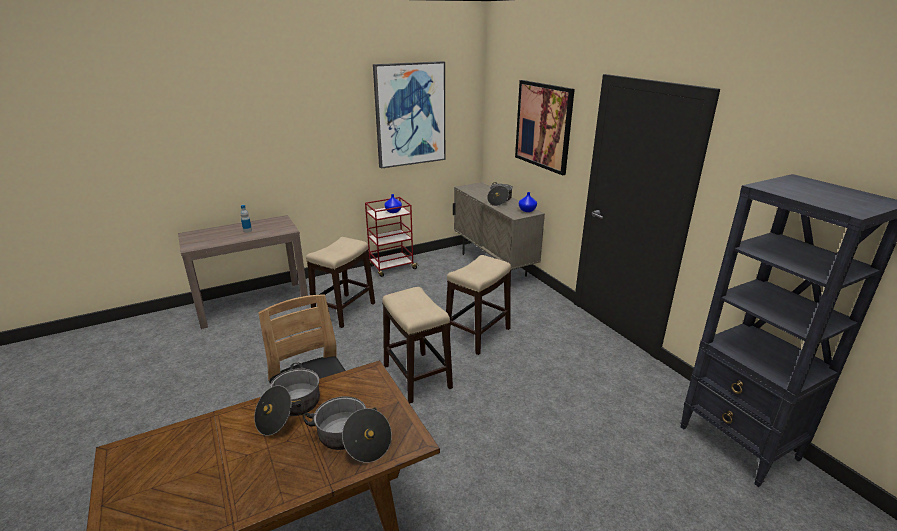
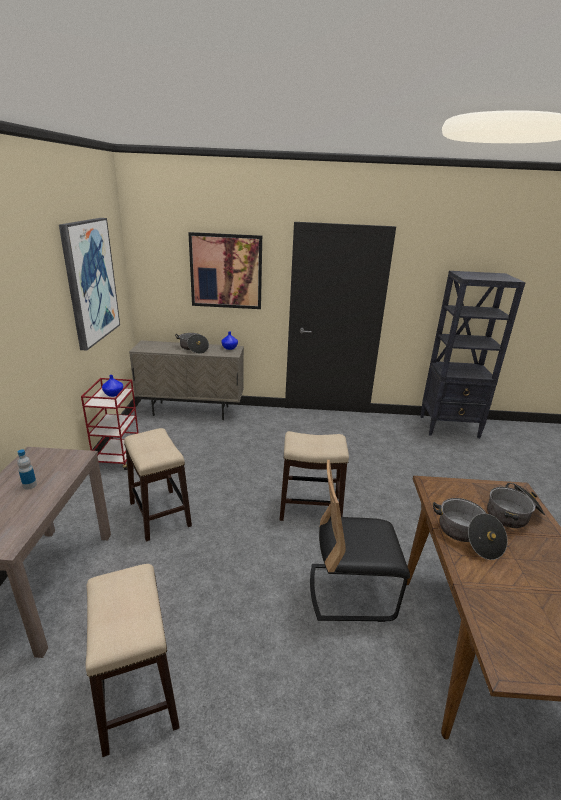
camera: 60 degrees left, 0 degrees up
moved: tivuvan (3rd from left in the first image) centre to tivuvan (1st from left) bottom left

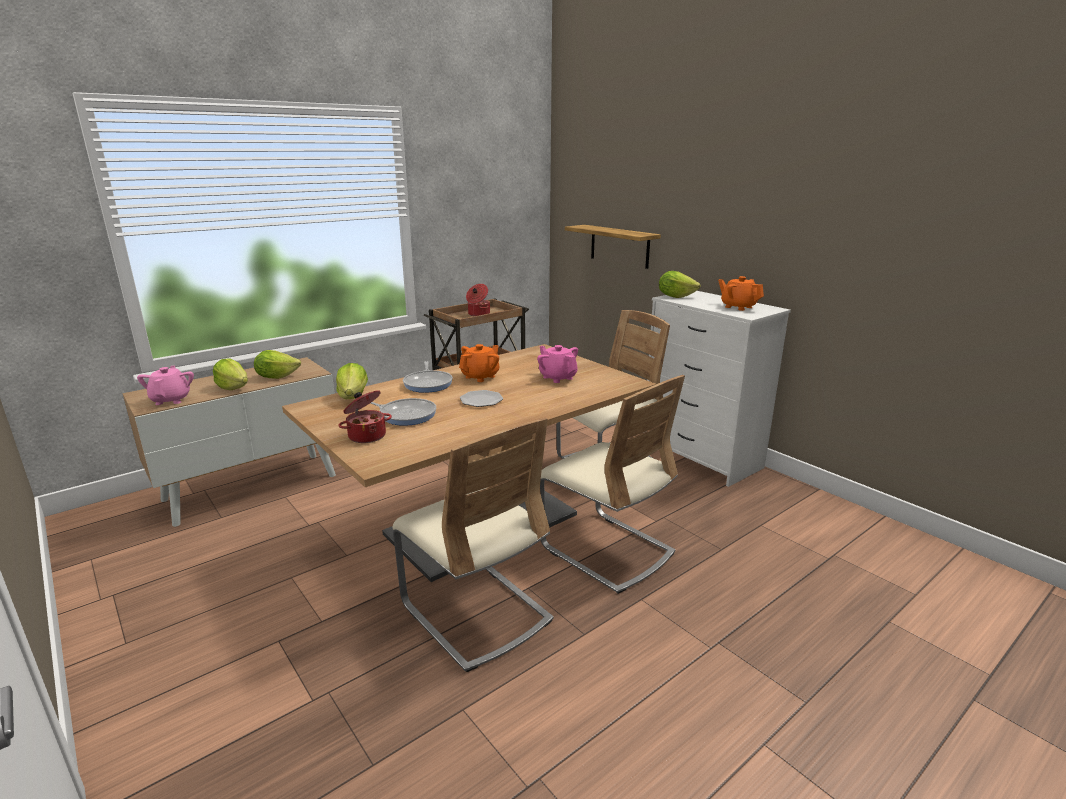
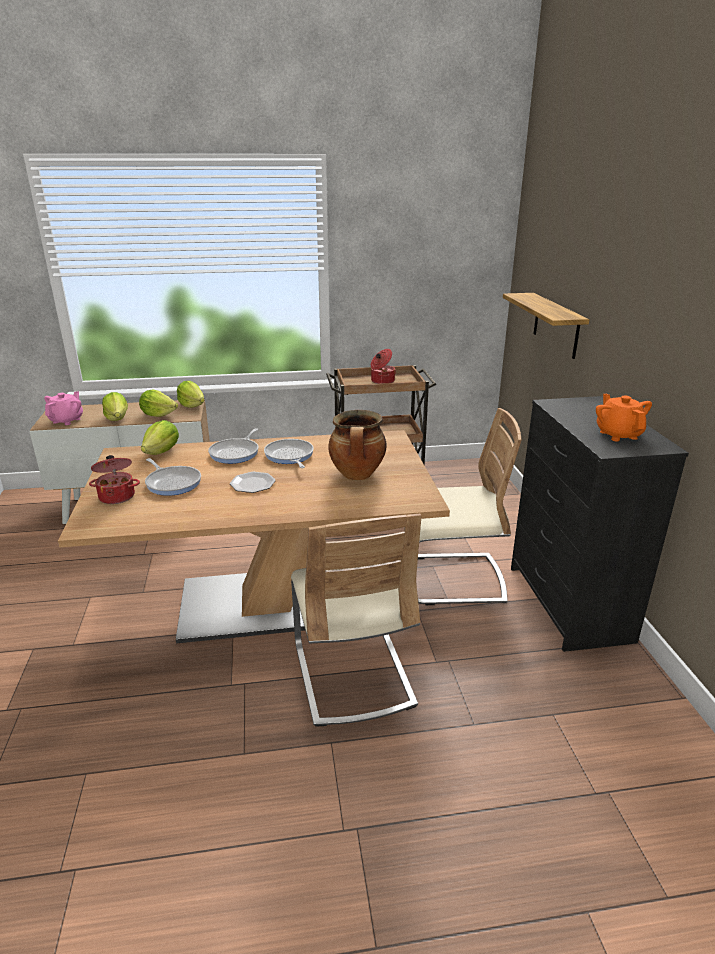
camera: 30 degrees right, 5 degrees up
removed: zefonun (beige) (1st from left) bottom centre
moved: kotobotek (4th from left) centre to middle left
replaced: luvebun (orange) (1st from left) centre to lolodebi (3rd from left) centre; luvebun (pink) (2nd from left) centre to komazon (2nd from left) centre
recoloured: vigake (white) middle right to vigake (black) middle right

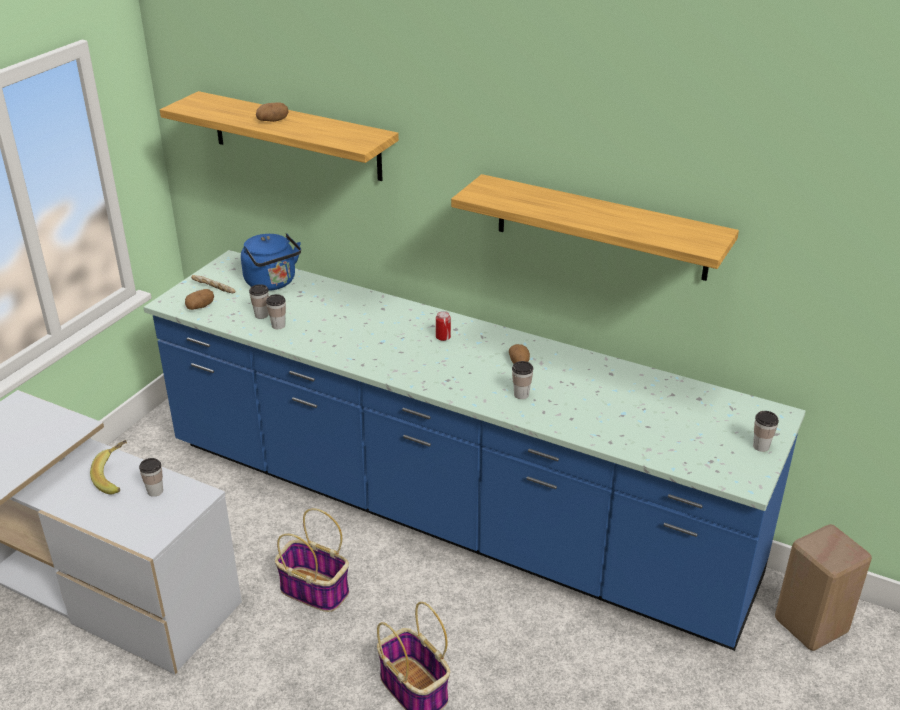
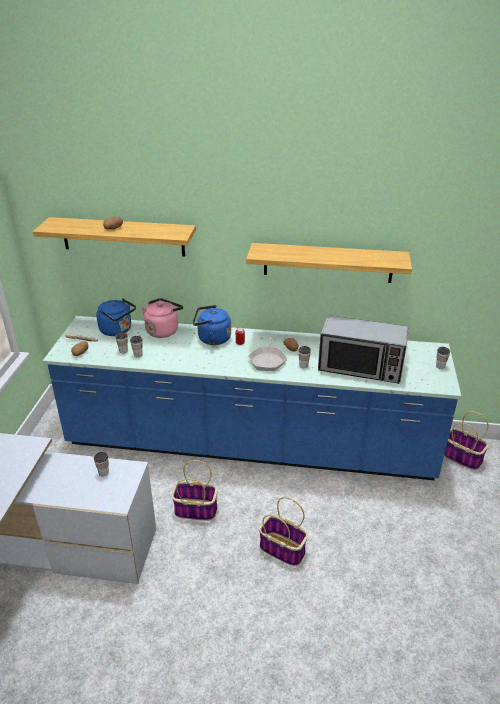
camera: 20 degrees left, 0 degrees up
removed: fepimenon middle left
added: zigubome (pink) middle left; zigubome (blue) (2nd from left) centre; lolodebi centre; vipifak middle right
replaced: tivuvan (beige) bottom right to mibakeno (3rd from left) middle right

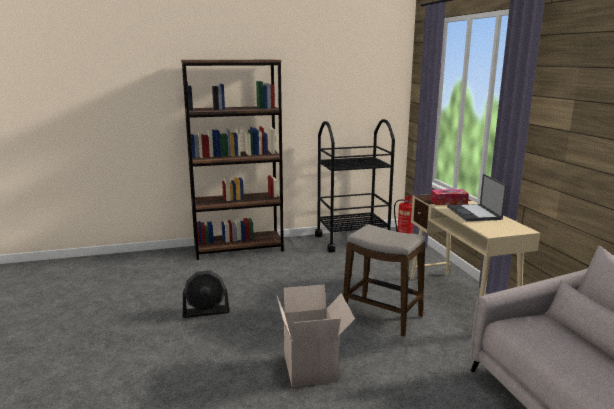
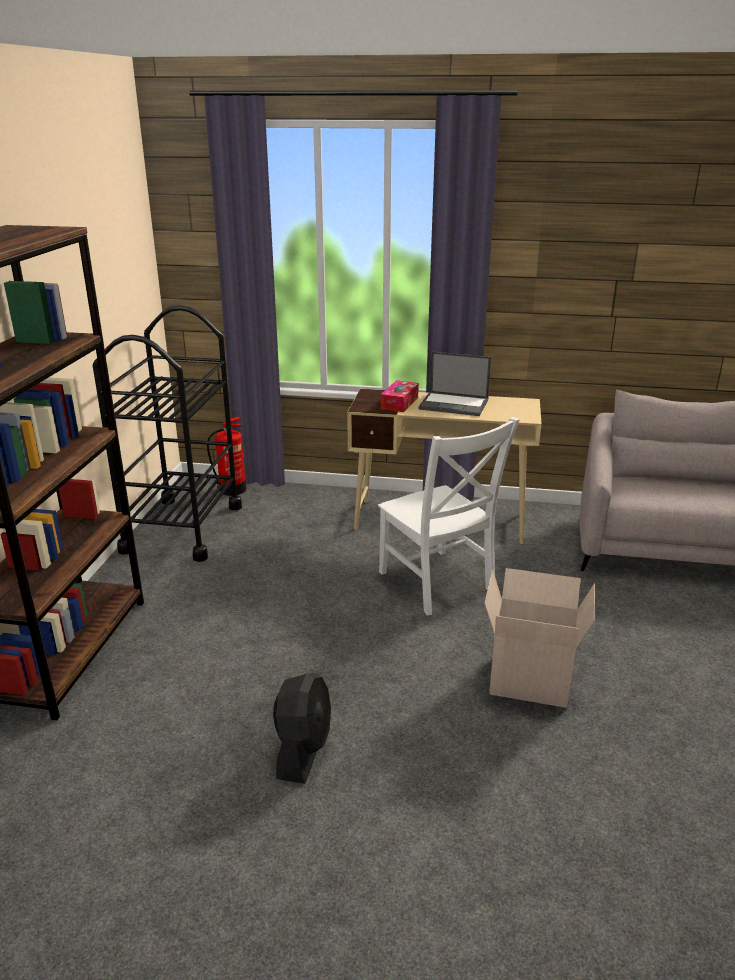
camera: 65 degrees left, 10 degrees up
replaced: tivuvan bottom centre to zefonun (white) centre

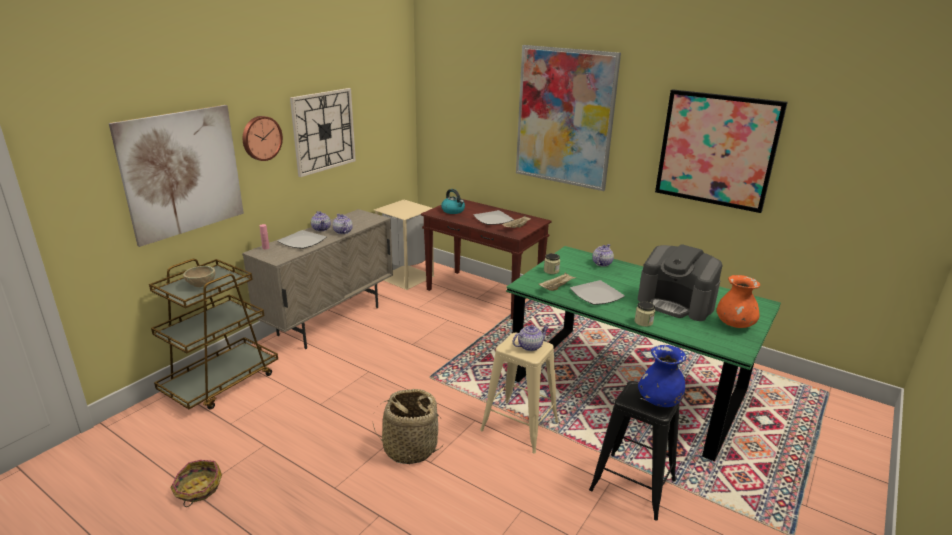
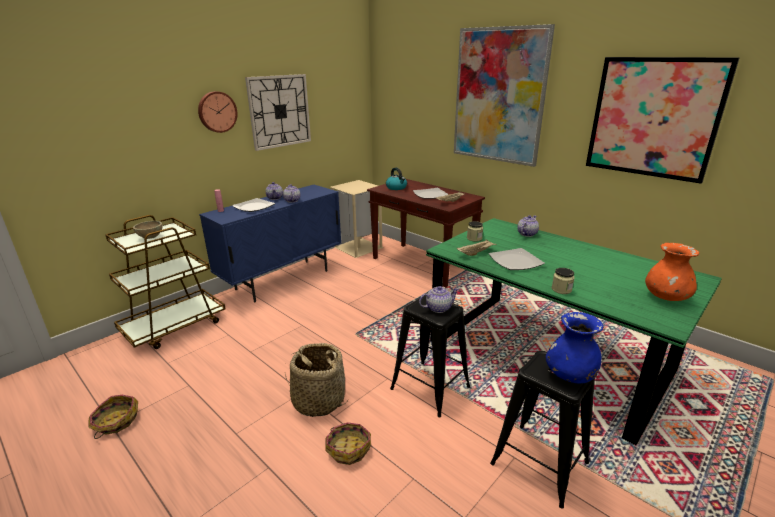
camera: 10 degrees right, 0 degrees up
removed: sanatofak (1st from left) top left; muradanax middle right
added: mibakeno (3rd from left) bottom centre
recoloured: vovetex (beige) middle left to vovetex (blue) centre; tivuvan (beige) bottom centre to tivuvan (black) (1st from left) bottom centre

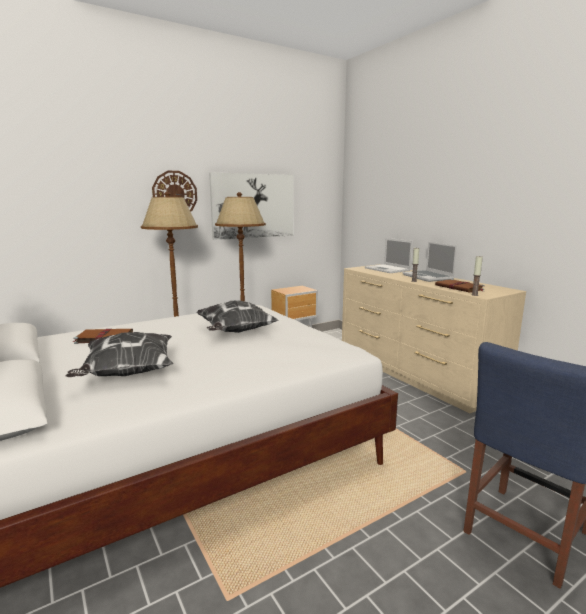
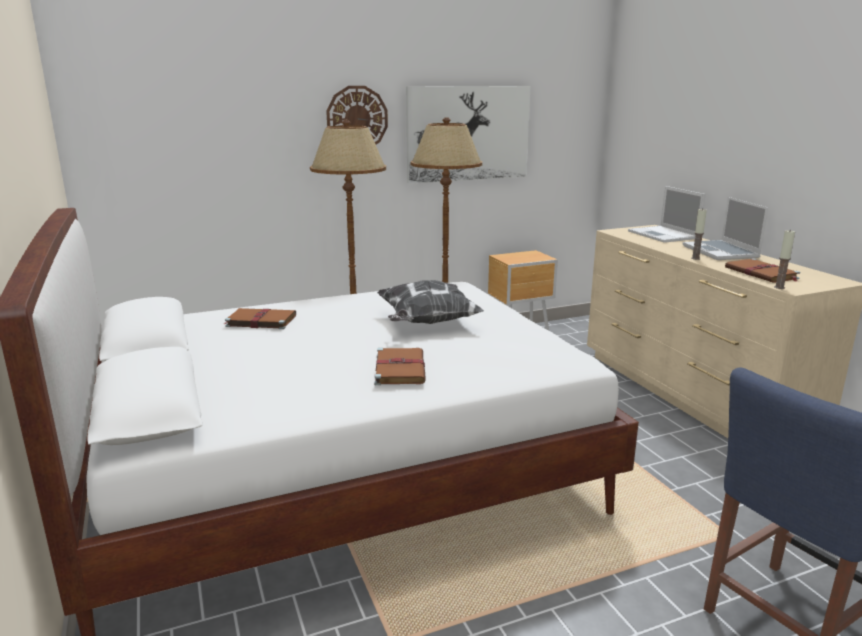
camera: 10 degrees right, 5 degrees up
removed: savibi (1st from left) middle left
added: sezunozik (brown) (2nd from left) centre

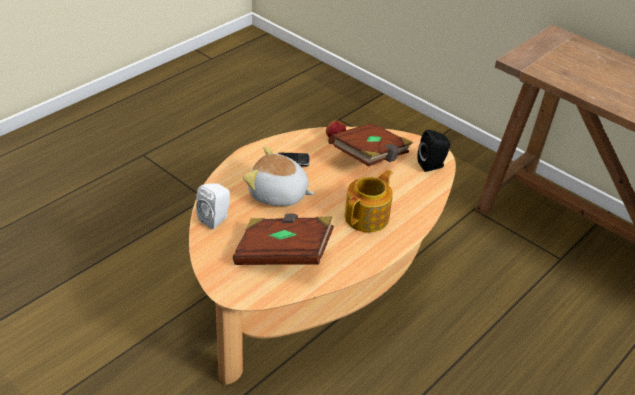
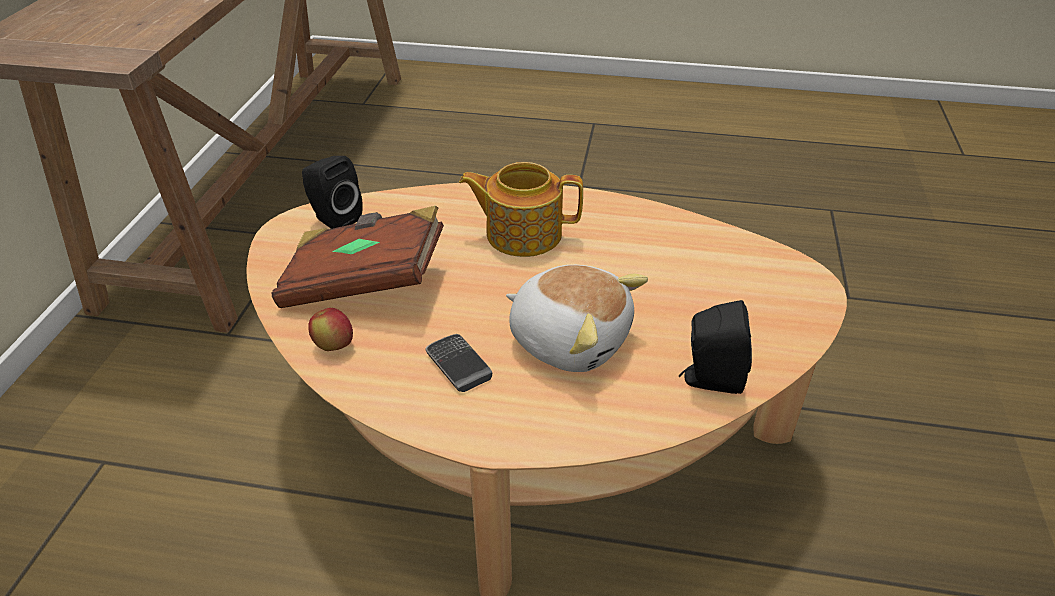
camera: 120 degrees left, 0 degrees up
removed: sezunozik (brown) (1st from left) centre
recoloured: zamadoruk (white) centre to zamadoruk (black) (2nd from left) middle right
turned: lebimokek centre = centre 45 degrees counterclockwise

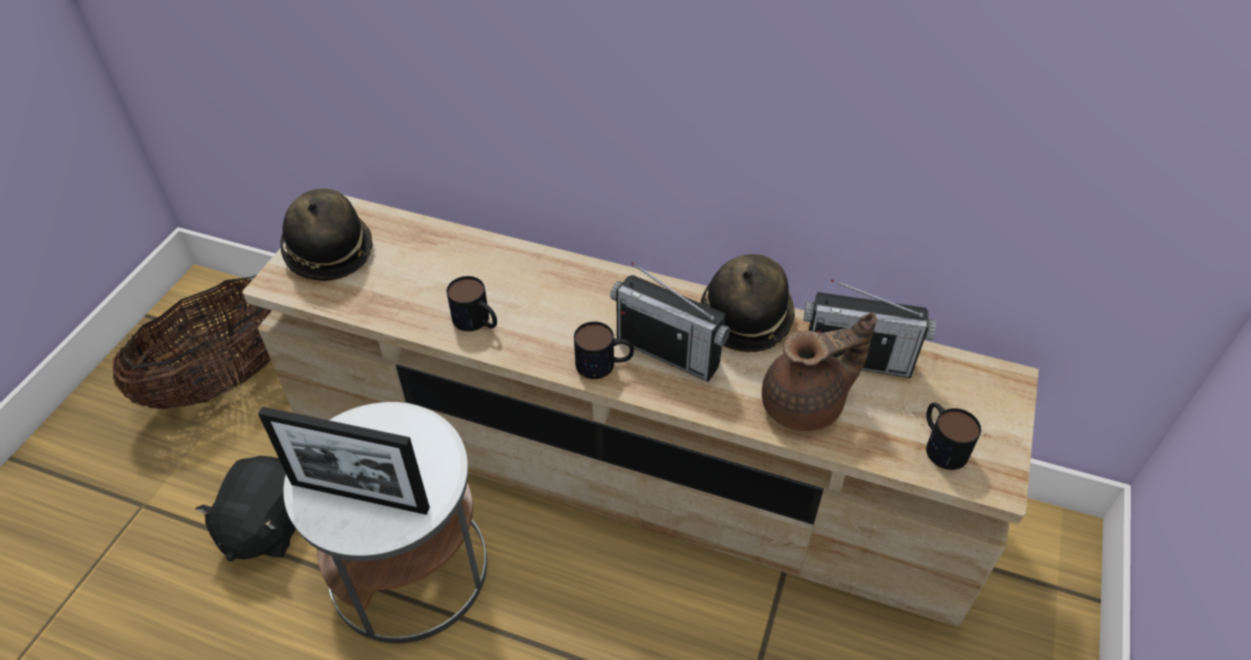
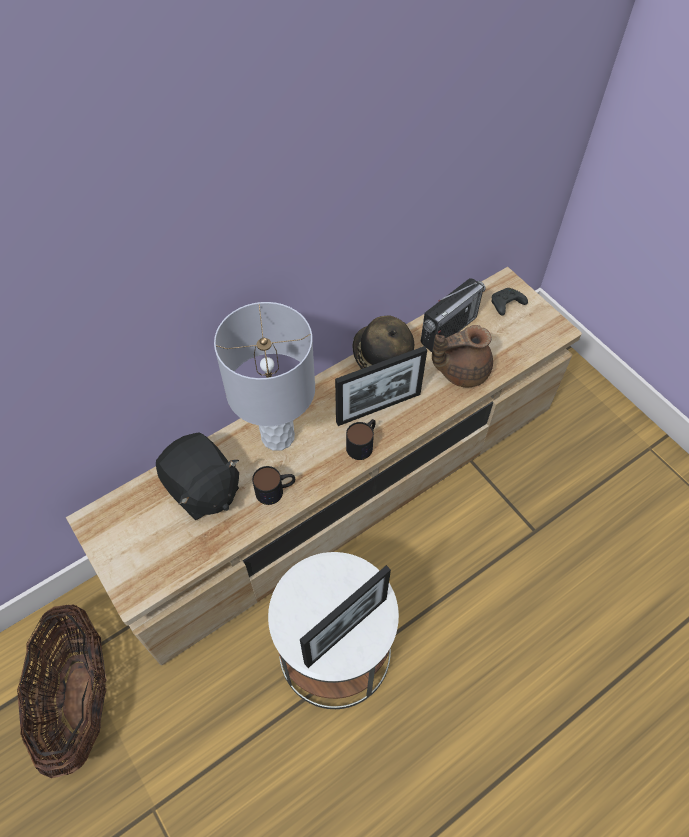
camera: 55 degrees left, 10 degrees up
removed: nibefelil (1st from left) middle left; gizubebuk (3rd from left) middle right
added: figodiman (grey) centre; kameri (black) middle right
moved: lebimokek (black) bottom left to middle left
replaced: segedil (1st from left) centre to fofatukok (2nd from left) centre
turned: luvebun (brown) centre = middle right 120 degrees counterclockwise

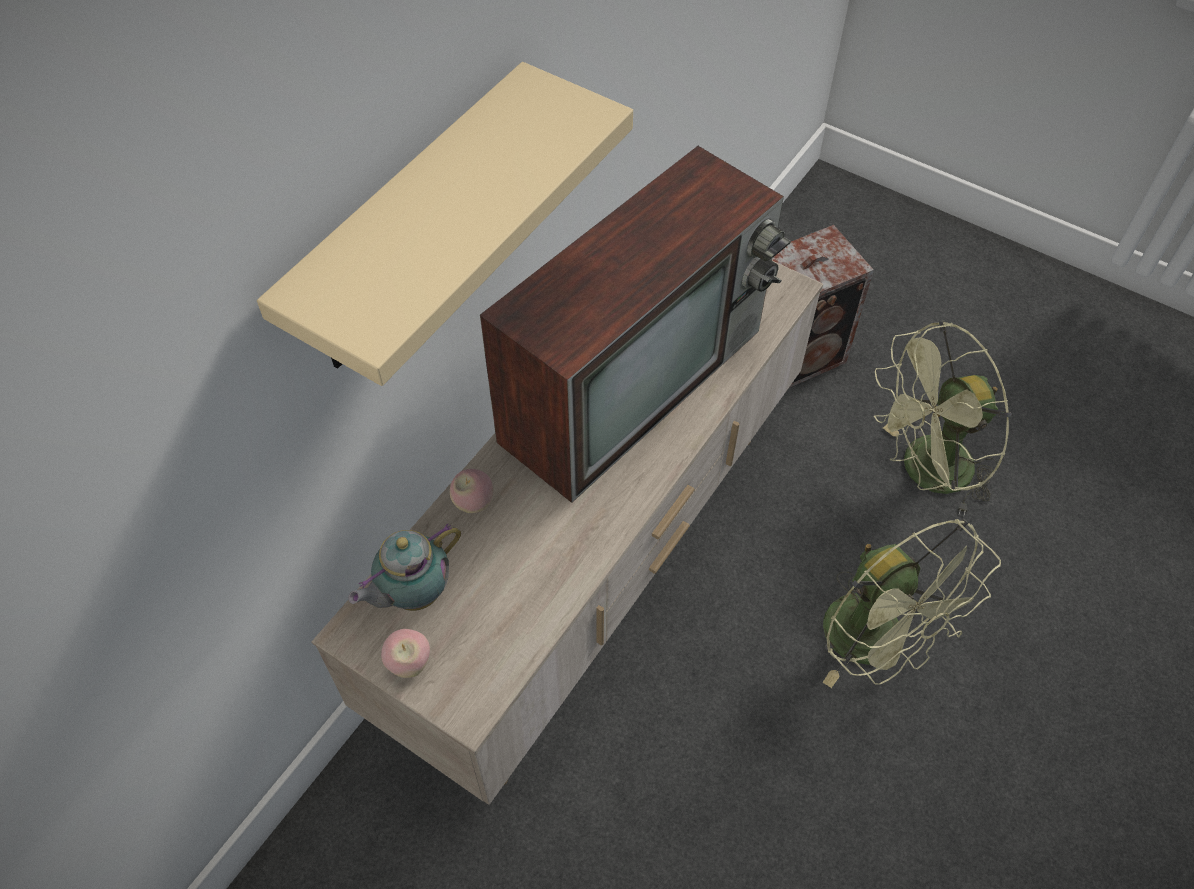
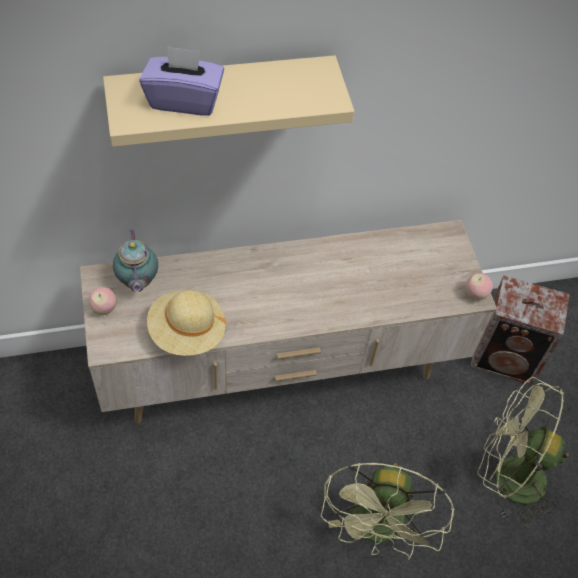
camera: 40 degrees right, 0 degrees up
removed: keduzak centre
added: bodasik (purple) top left; nibefelil (beige) middle left
moved: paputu (2nd from left) centre to middle right
turned: luvebun centre = middle left 105 degrees counterclockwise

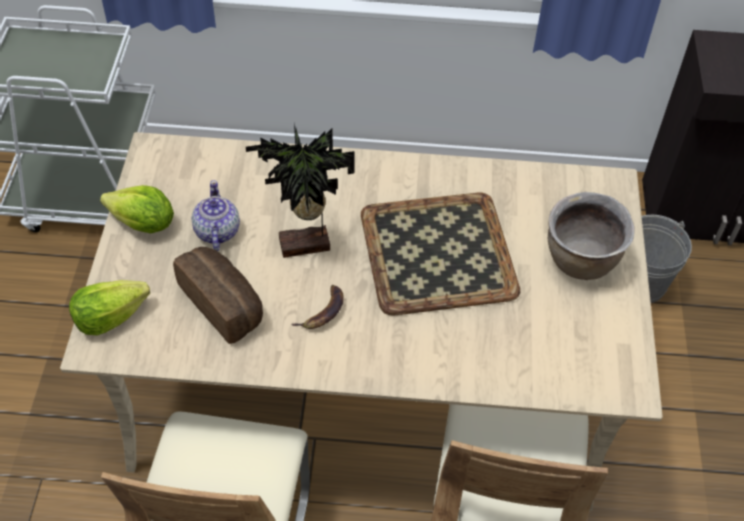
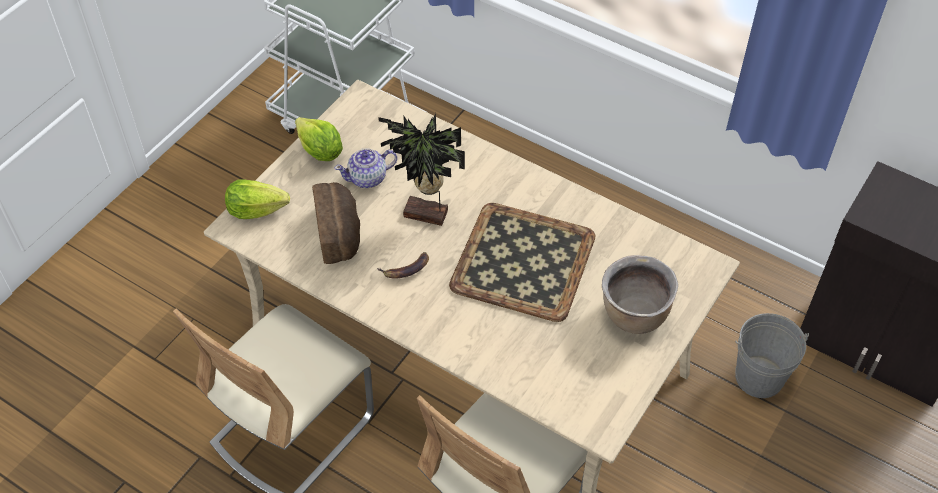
camera: 30 degrees right, 0 degrees up
turned: luvebun middle left = centre 135 degrees counterclockwise

